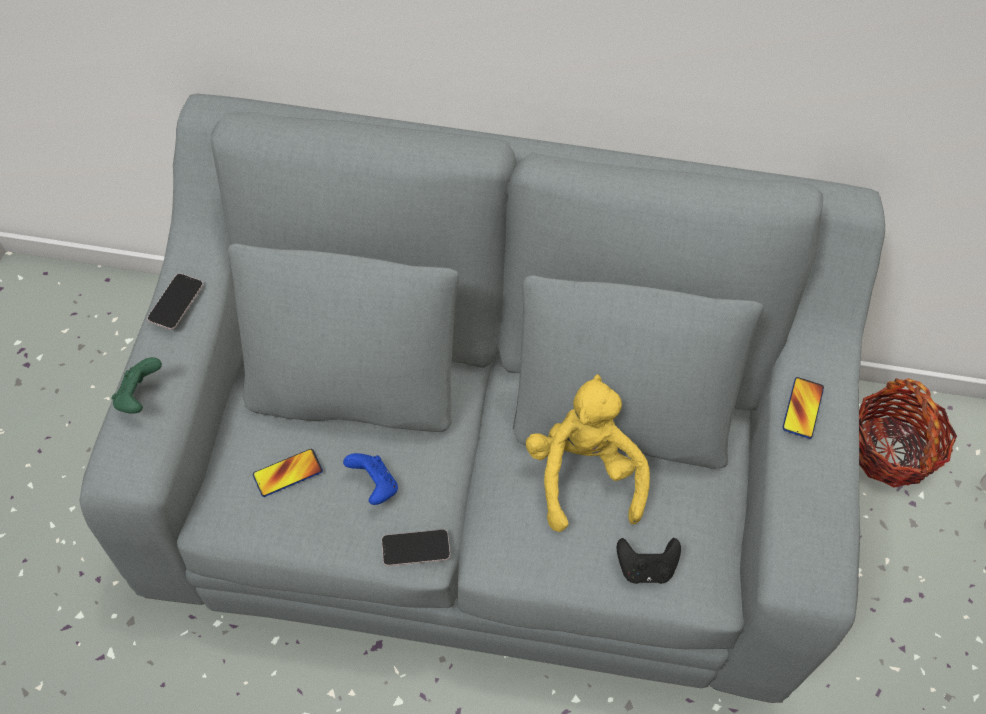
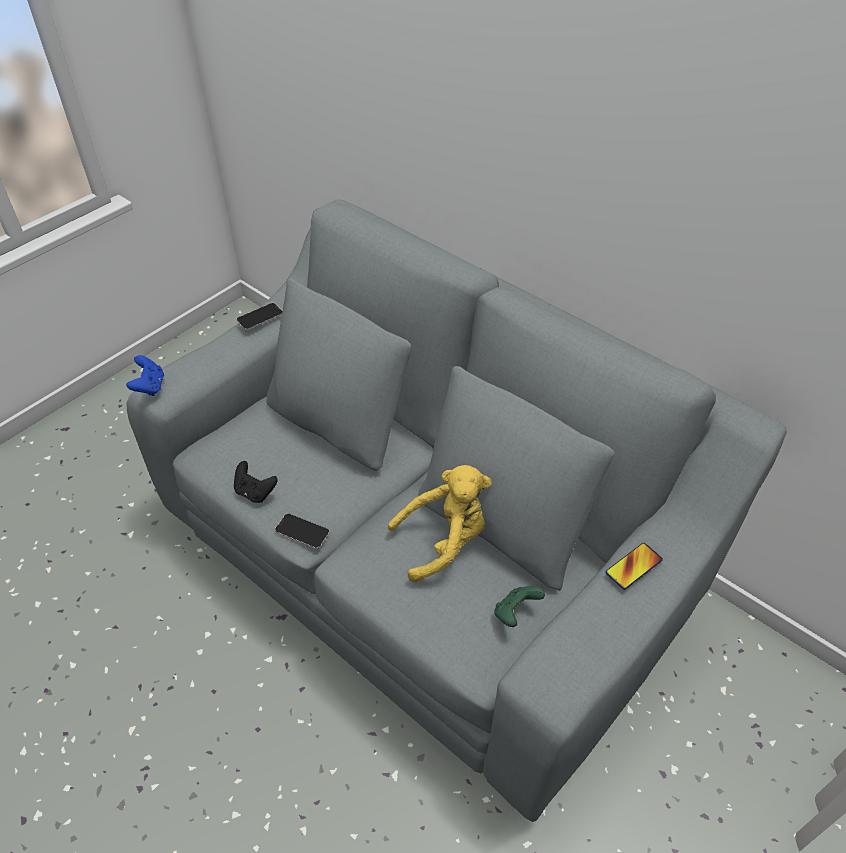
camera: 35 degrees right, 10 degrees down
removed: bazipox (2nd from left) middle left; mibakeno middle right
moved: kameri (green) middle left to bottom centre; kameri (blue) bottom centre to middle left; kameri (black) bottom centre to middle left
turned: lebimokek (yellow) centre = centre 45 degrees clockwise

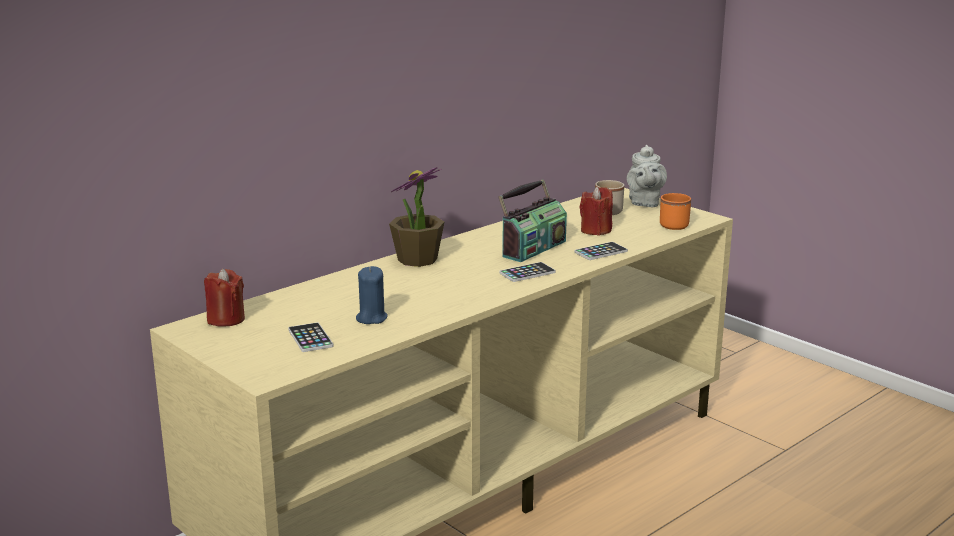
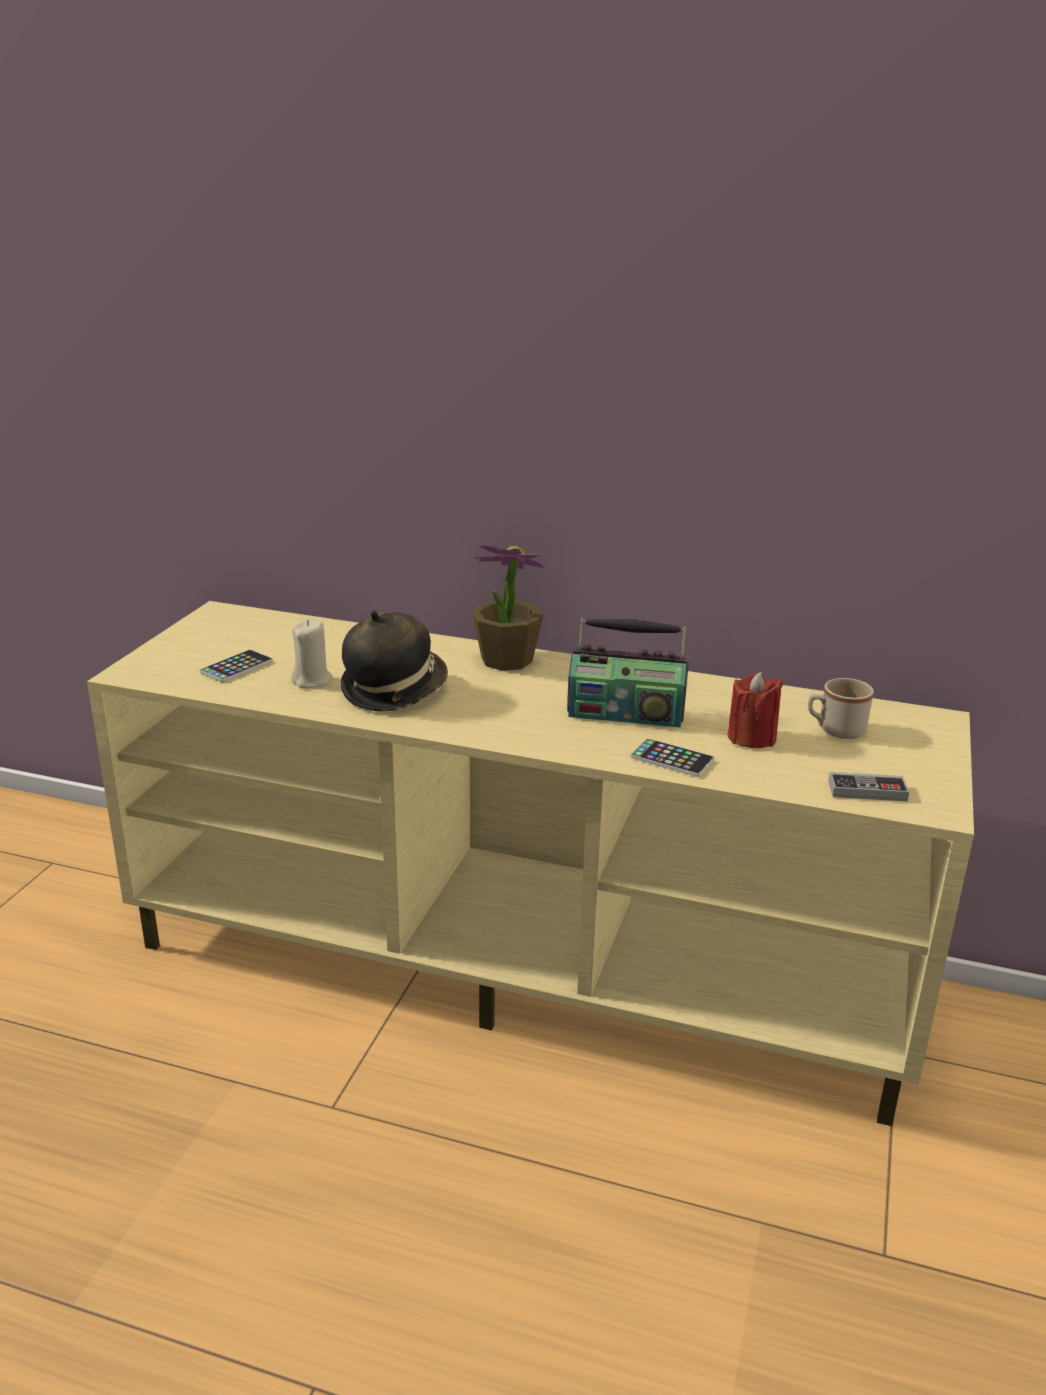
camera: 60 degrees right, 5 degrees up
removed: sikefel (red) (1st from left) middle left; bazipox (2nd from left) centre; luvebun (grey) top right
added: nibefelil centre
replaced: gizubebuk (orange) middle right to kameri middle right
recoloured: sikefel (blue) centre to sikefel (beige) middle left

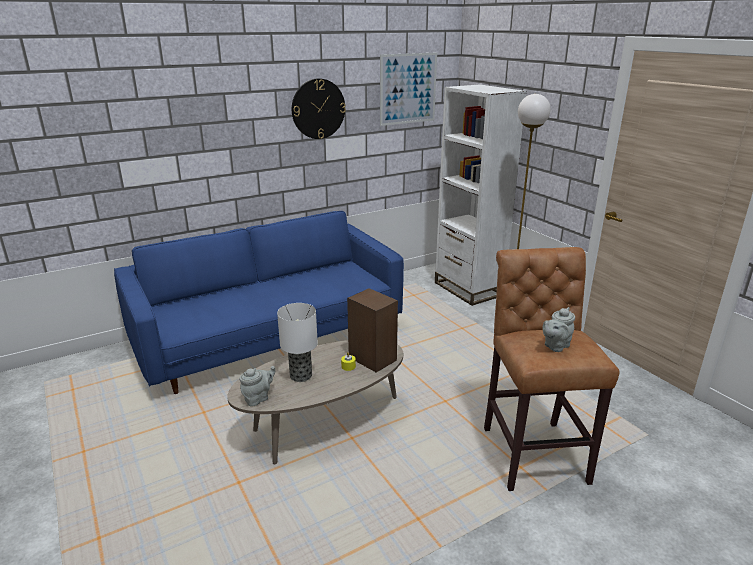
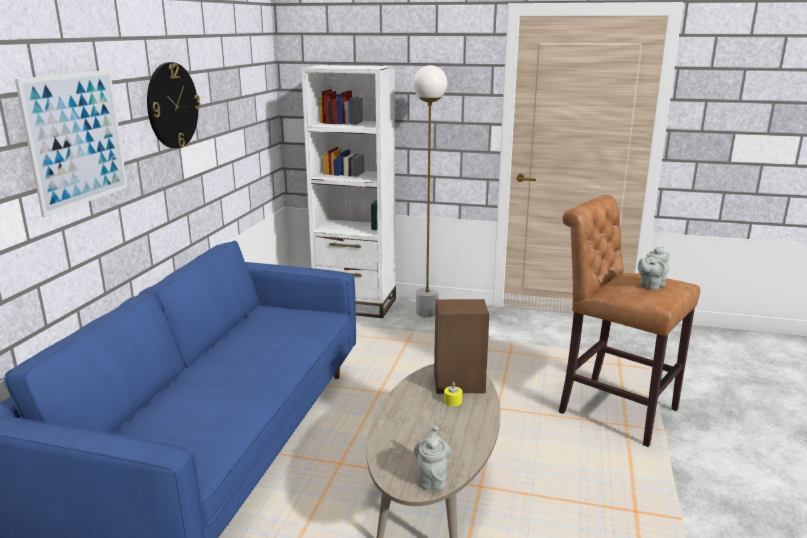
camera: 45 degrees left, 5 degrees down
removed: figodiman centre
moved: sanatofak top centre to top left
turned: luvebun (grey) (2nd from left) middle right = middle right 45 degrees clockwise

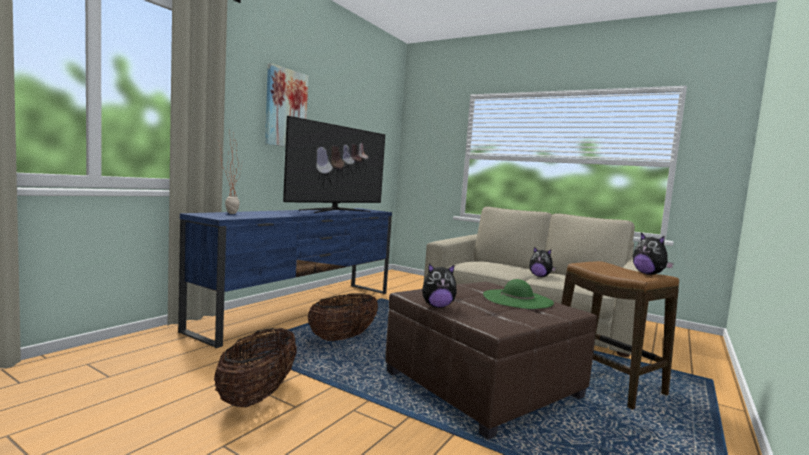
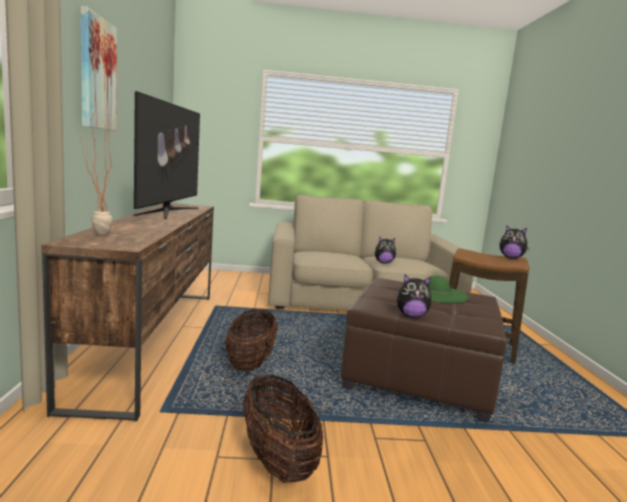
camera: 35 degrees left, 5 degrees up
recoloured: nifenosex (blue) centre to nifenosex (brown) middle left
turned: lebimokek (1st from left in the first image) centre = centre 45 degrees clockwise

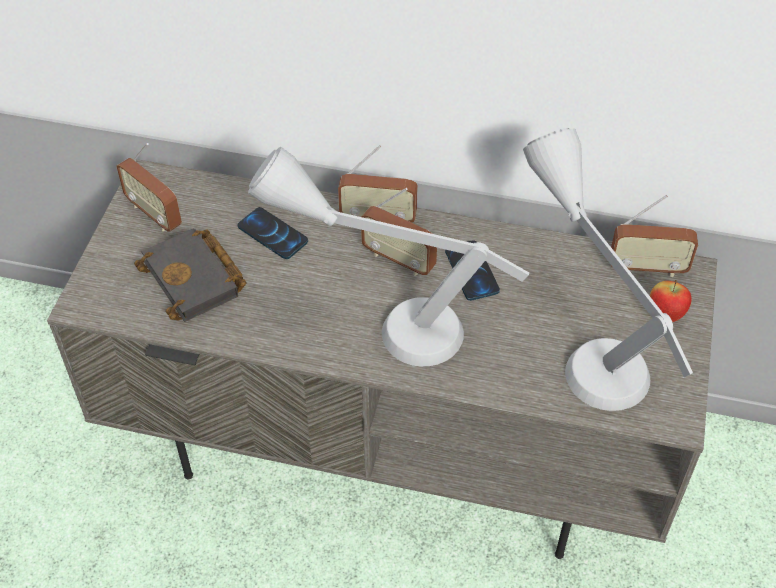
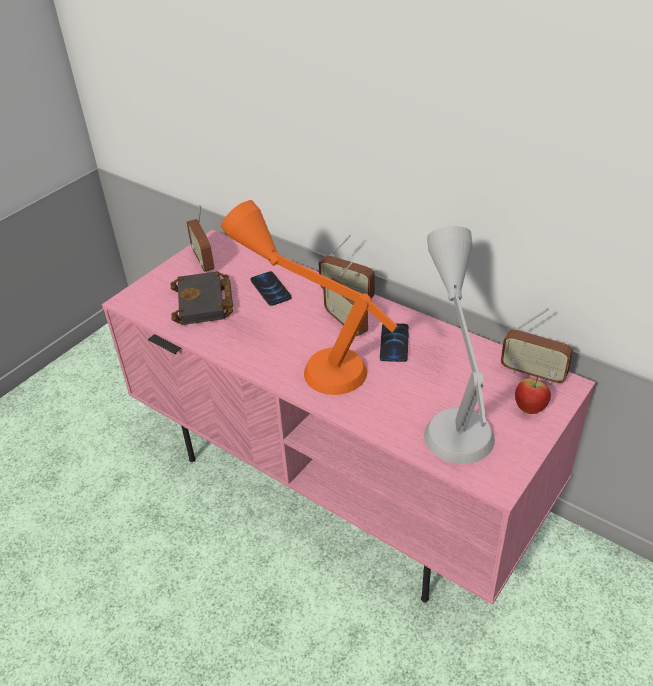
camera: 25 degrees right, 10 degrees down
recoloured: nifenosex (grey) centre to nifenosex (pink) centre; figodiman (grey) (1st from left) centre to figodiman (orange) centre

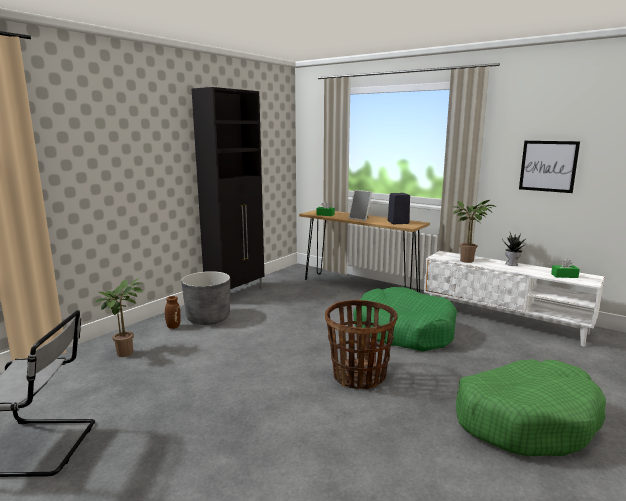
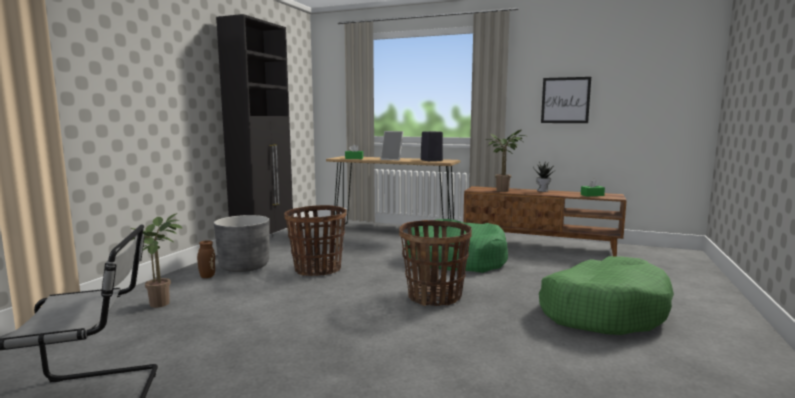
camera: 15 degrees left, 5 degrees down
added: mibakeno (1st from left) centre
recoloured: nifenosex (white) middle right to nifenosex (brown) middle right

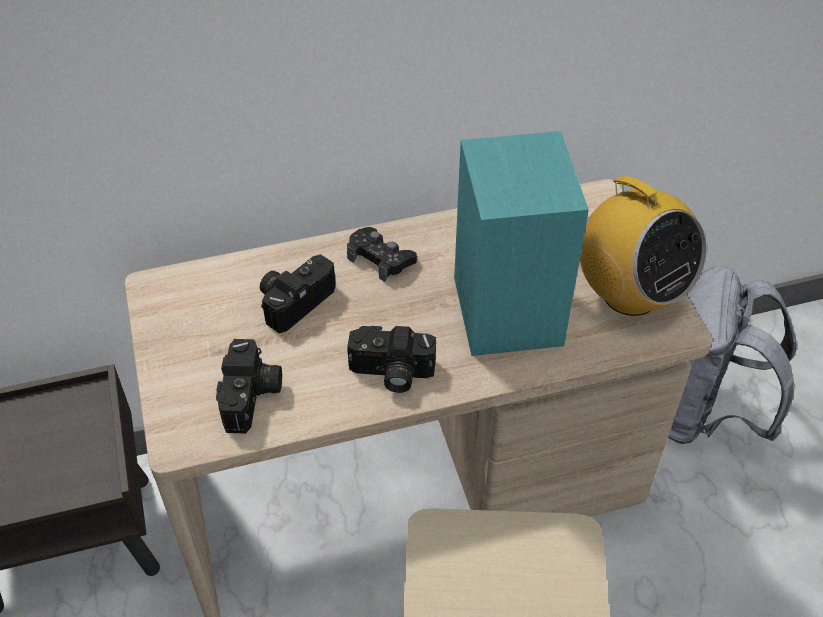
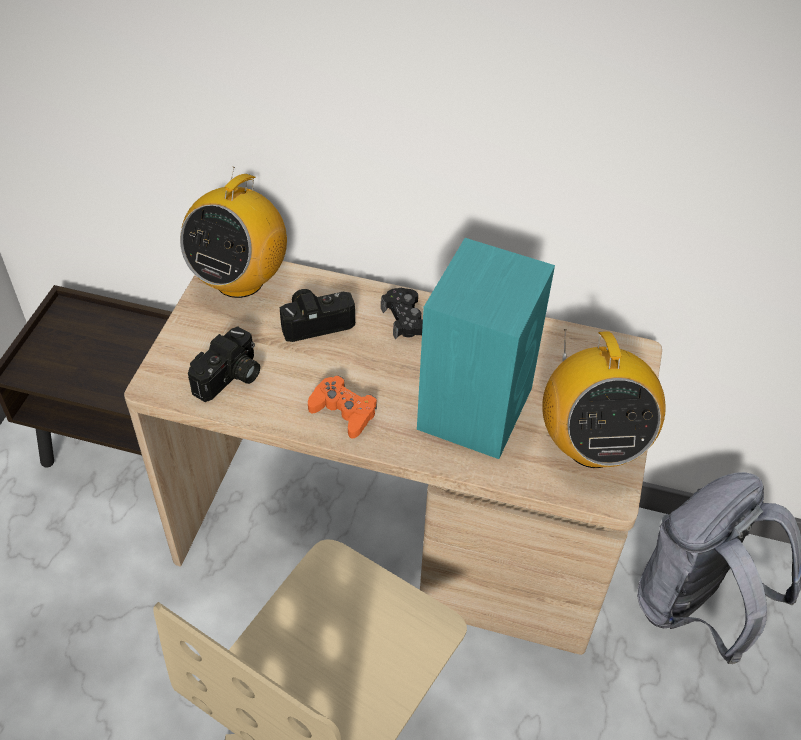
camera: 30 degrees right, 0 degrees up
added: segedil (1st from left) top left
replaced: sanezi (3rd from left) centre to kameri (orange) centre

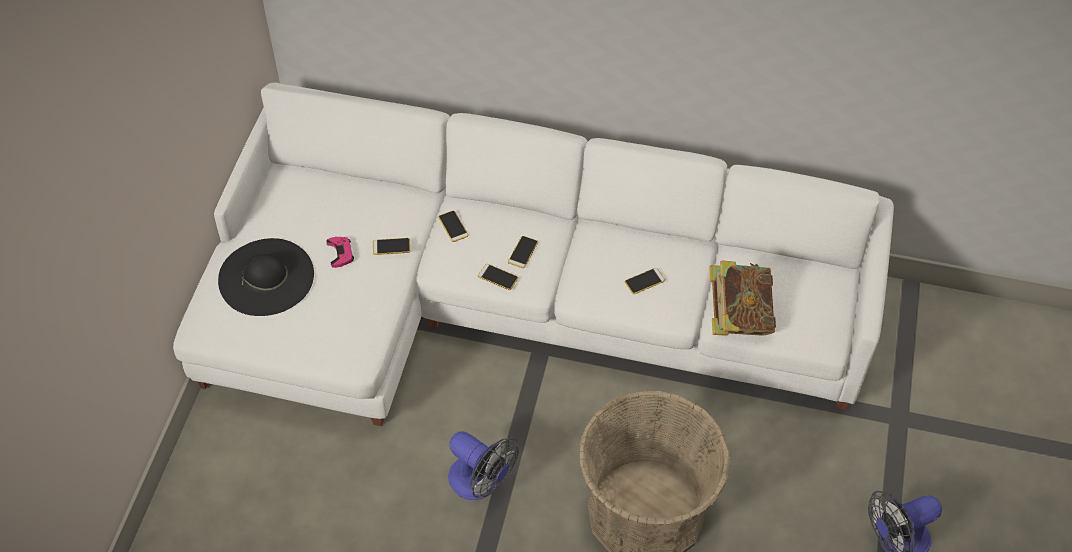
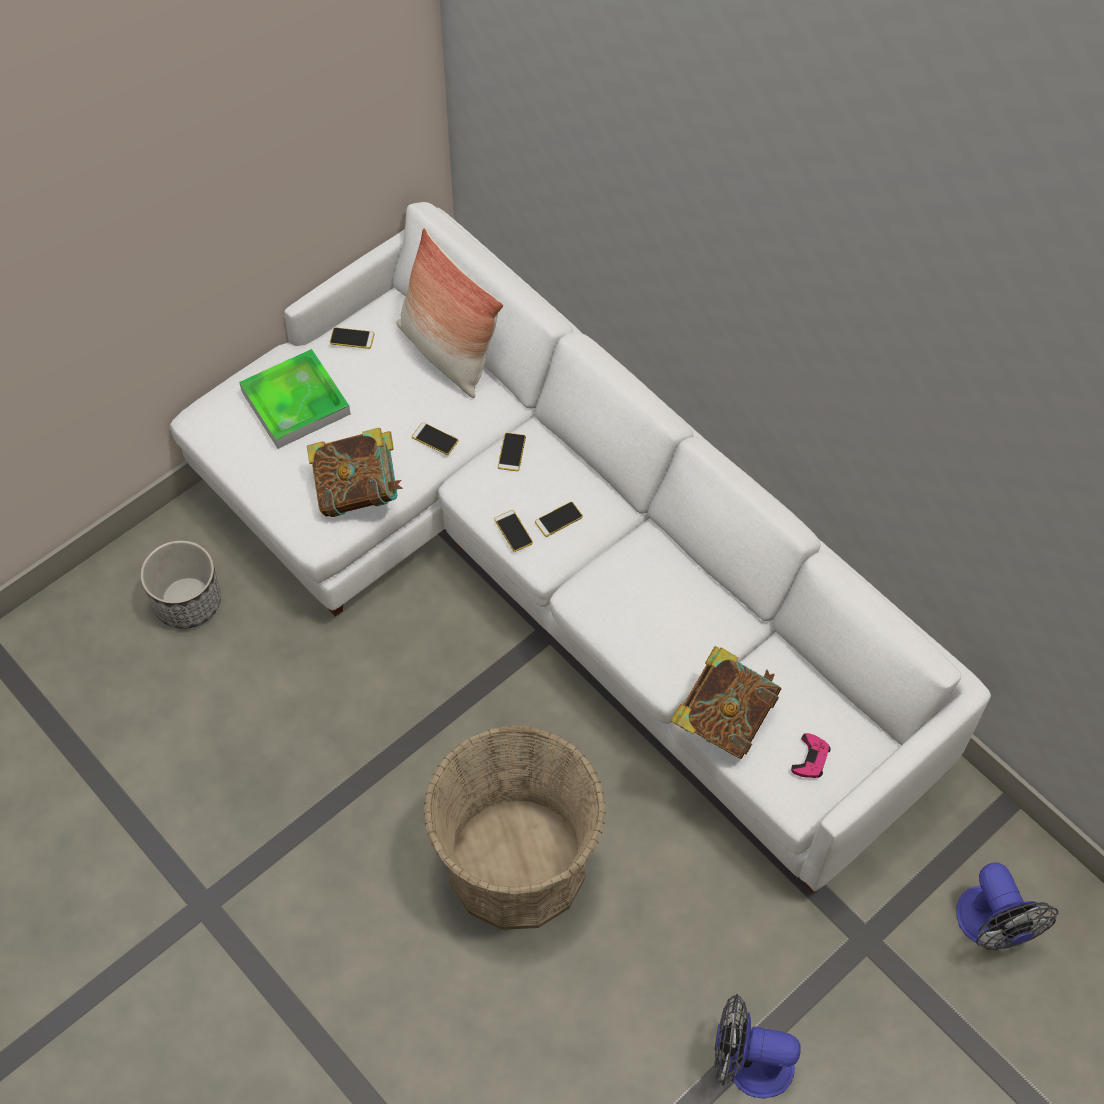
camera: 35 degrees right, 5 degrees up
added: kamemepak middle left; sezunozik (1st from left) middle left; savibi top centre
moved: kameri (pink) middle left to bottom right; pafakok (1st from left in the first image) bottom centre to pafakok (2nd from left) bottom right; bazipox (5th from left in the first image) centre to bazipox (1st from left) top left
replaced: nibefelil (black) middle left to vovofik middle left

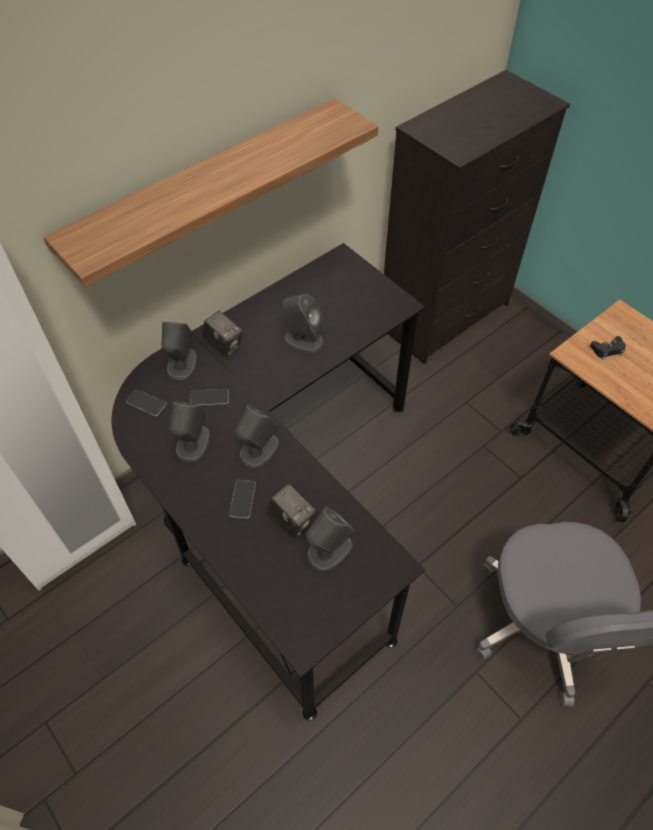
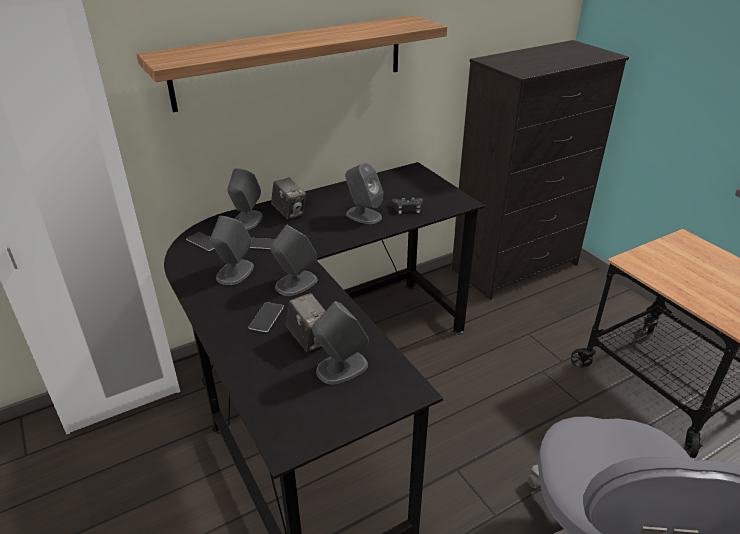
camera: 10 degrees right, 20 degrees down
moved: kameri (black) middle right to centre

